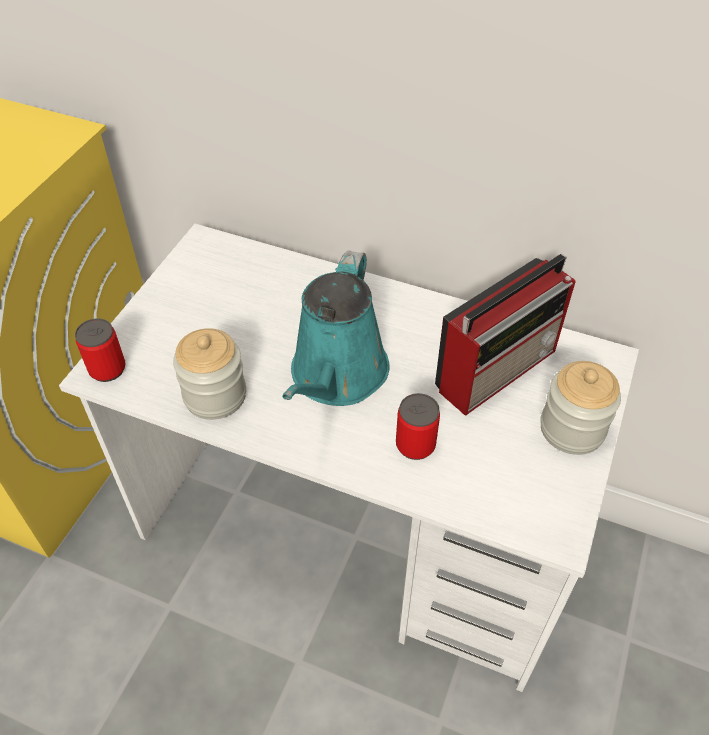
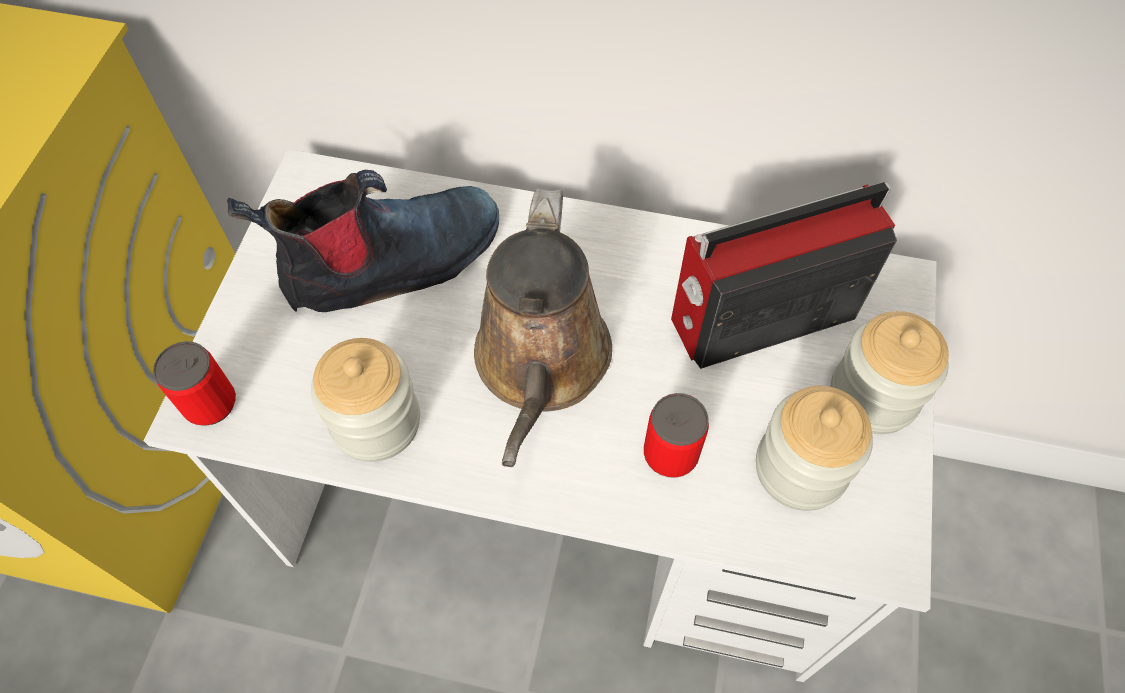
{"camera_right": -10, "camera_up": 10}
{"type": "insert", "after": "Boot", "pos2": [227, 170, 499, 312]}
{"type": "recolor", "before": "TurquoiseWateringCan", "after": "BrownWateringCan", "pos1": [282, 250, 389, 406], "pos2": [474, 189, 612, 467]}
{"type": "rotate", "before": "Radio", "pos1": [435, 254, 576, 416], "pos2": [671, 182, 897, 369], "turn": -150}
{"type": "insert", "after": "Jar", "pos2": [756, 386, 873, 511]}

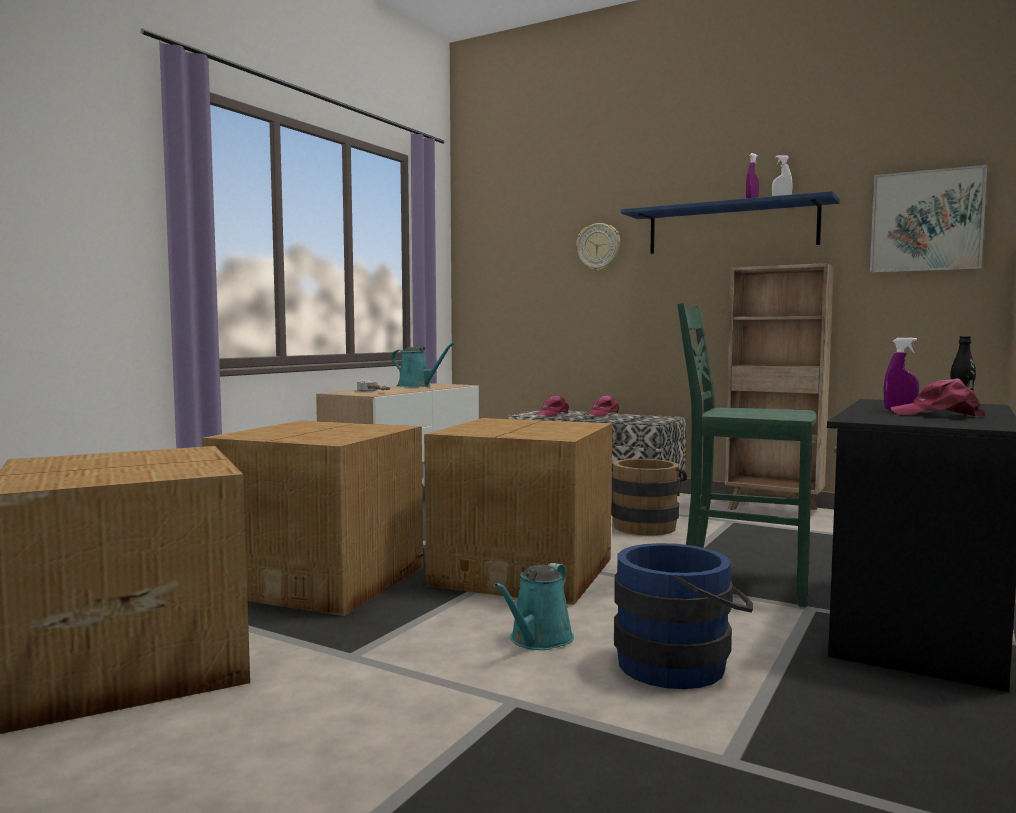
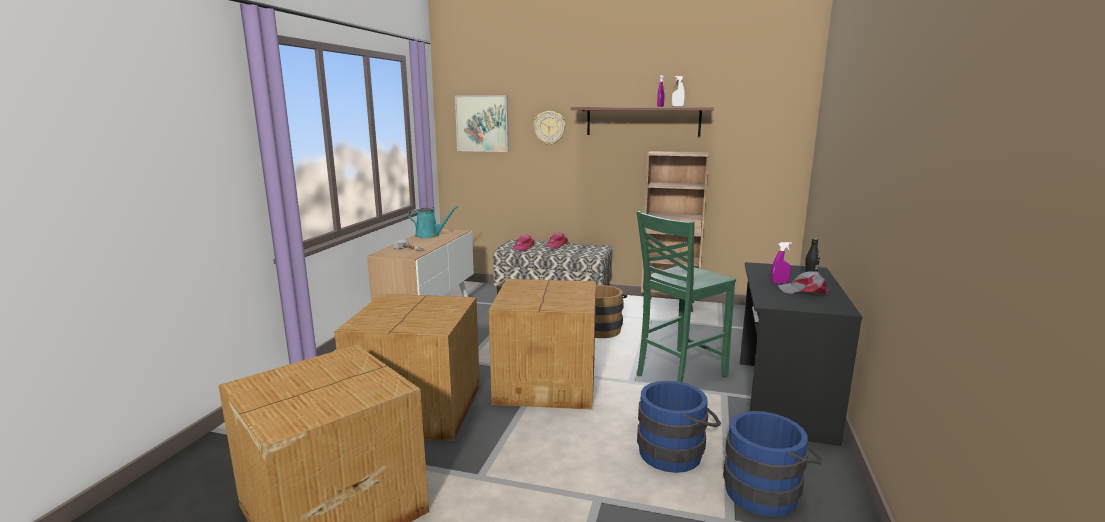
{"camera_right": -15, "camera_up": 10}
{"type": "move", "before": "Picture", "pos1": [870, 165, 987, 273], "pos2": [455, 95, 509, 152]}
{"type": "recolor", "before": "BlueShelf", "after": "BrownShelf", "pos1": [621, 191, 840, 254], "pos2": [571, 107, 714, 137]}
{"type": "rotate", "before": "GreenChair", "pos1": [677, 303, 816, 607], "pos2": [637, 211, 736, 382], "turn": -45}
{"type": "insert", "after": "BlueBucket", "pos2": [723, 411, 822, 517]}
{"type": "recolor", "before": "PinkCap", "after": "GreyCap", "pos1": [891, 378, 985, 417], "pos2": [778, 271, 830, 294]}
{"type": "delete", "before": "TurquoiseWateringCan", "pos1": [494, 563, 574, 650]}

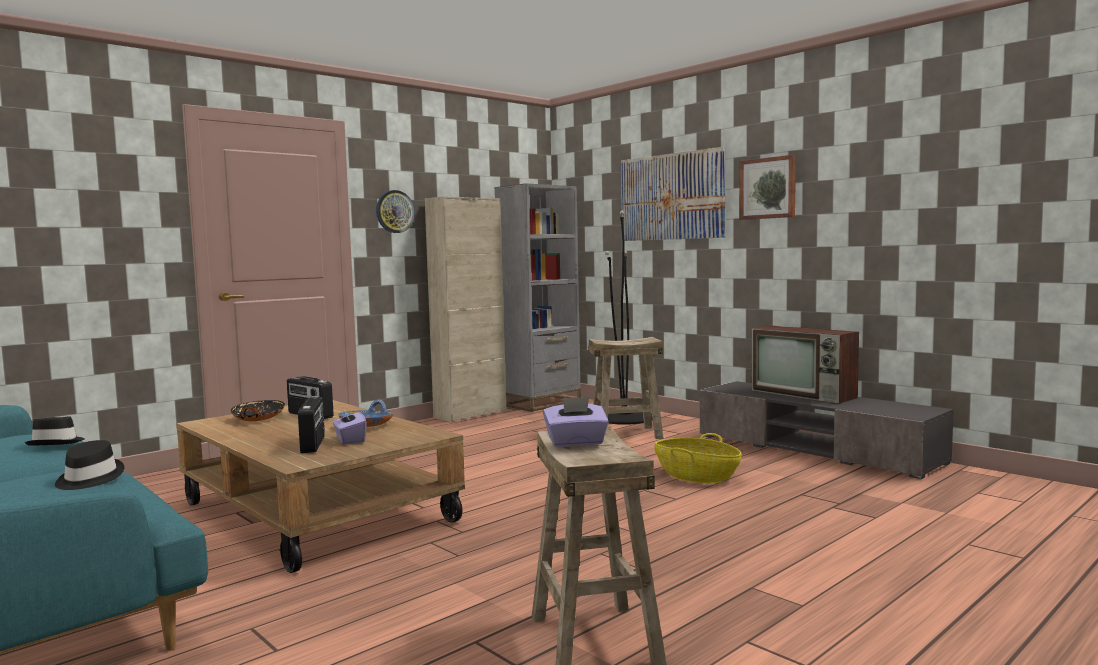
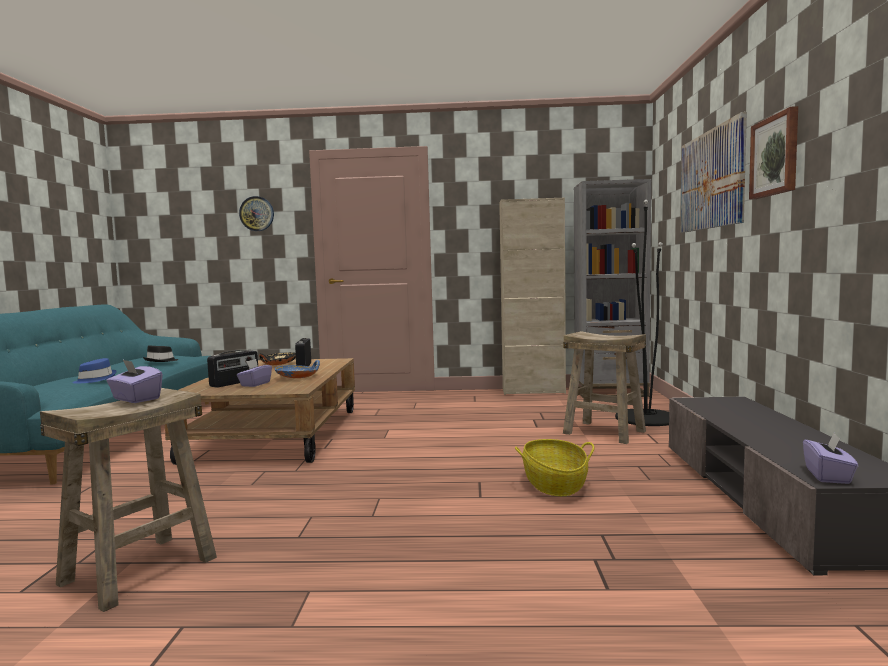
{"camera_right": 45, "camera_up": 0}
{"type": "recolor", "before": "BlackHat", "after": "BlueHat", "pos1": [55, 440, 124, 490], "pos2": [72, 358, 116, 383]}
{"type": "move", "before": "WallClock", "pos1": [376, 190, 415, 233], "pos2": [239, 196, 274, 231]}
{"type": "insert", "after": "PurpleTissueBox", "pos2": [803, 433, 858, 484]}
{"type": "delete", "before": "Television", "pos1": [752, 326, 859, 404]}

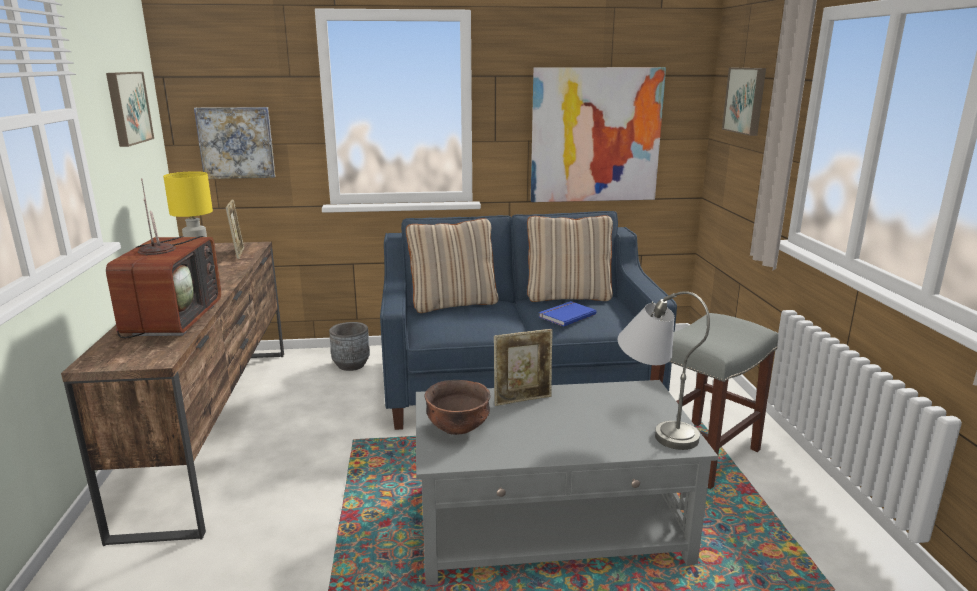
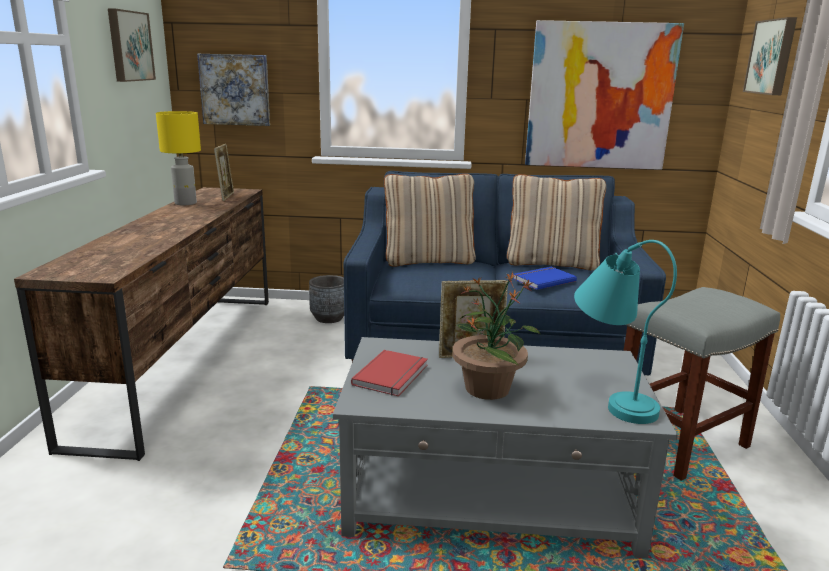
{"camera_right": 10, "camera_up": 0}
{"type": "replace", "before": "BrownBowl", "after": "RedBook", "pos1": [425, 380, 491, 435], "pos2": [351, 350, 428, 396]}
{"type": "insert", "after": "PottedPlant", "pos2": [452, 272, 541, 400]}
{"type": "recolor", "before": "GreyTableLamp", "after": "TurquoiseTableLamp", "pos1": [618, 291, 710, 450], "pos2": [574, 240, 677, 424]}
{"type": "delete", "before": "Television", "pos1": [106, 178, 221, 338]}

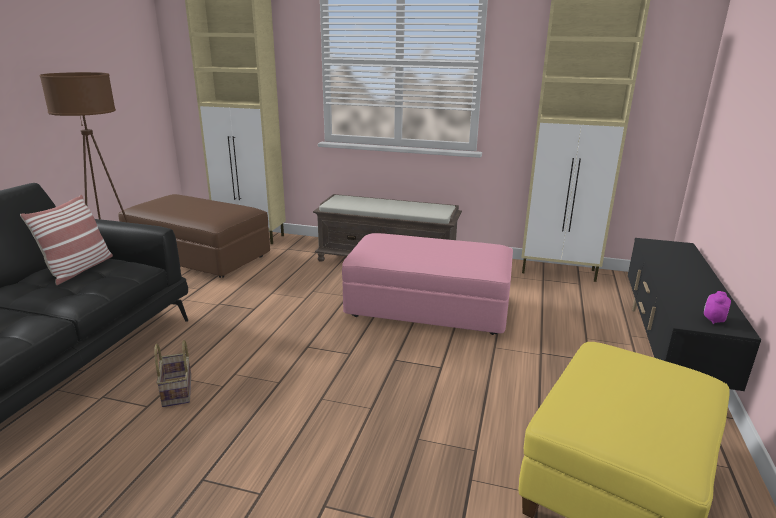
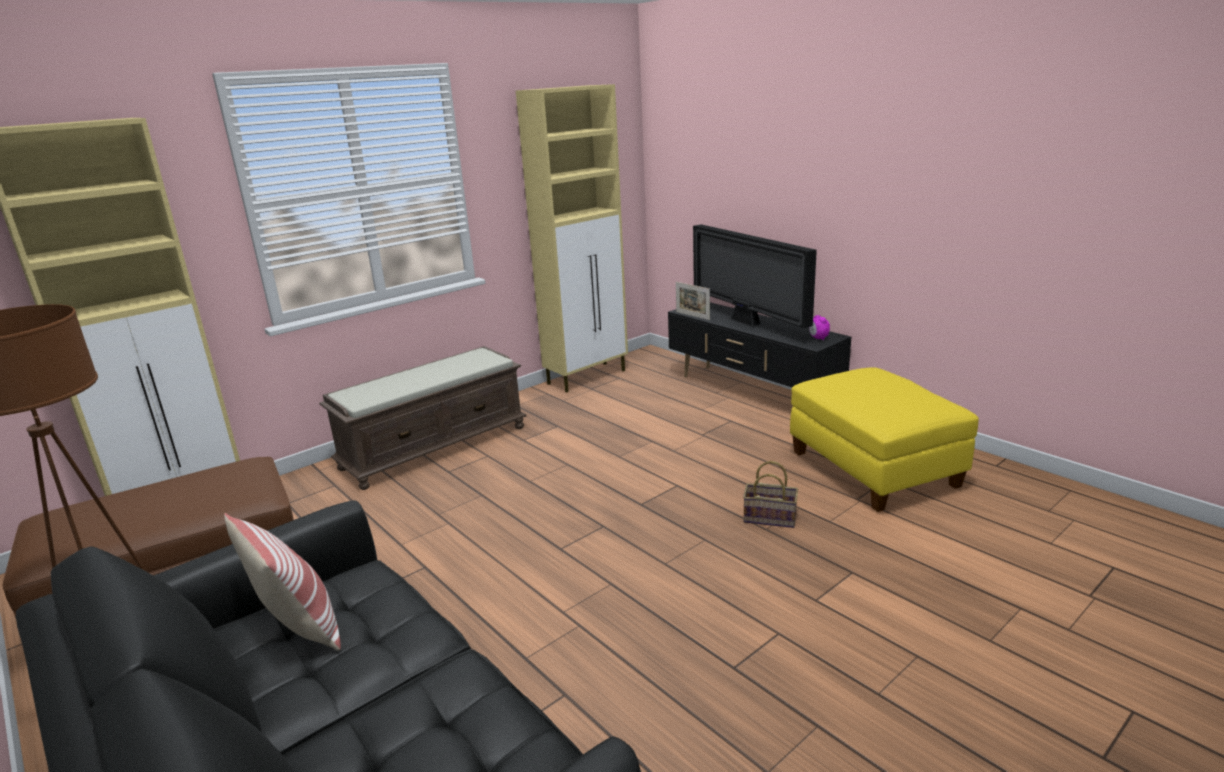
{"camera_right": -55, "camera_up": 0}
{"type": "insert", "after": "PictureFrame", "pos2": [676, 282, 710, 320]}
{"type": "insert", "after": "Television", "pos2": [693, 224, 817, 328]}
{"type": "move", "before": "Basket", "pos1": [154, 340, 191, 407], "pos2": [743, 461, 798, 528]}
{"type": "delete", "before": "PinkOttoman", "pos1": [342, 233, 513, 335]}

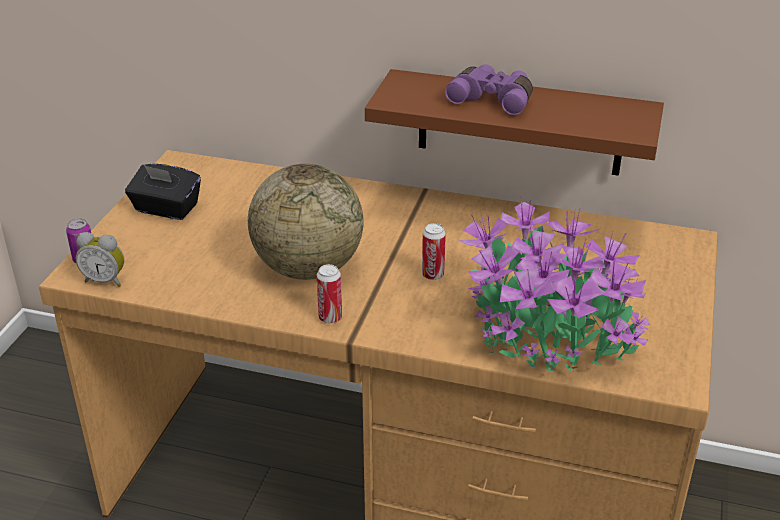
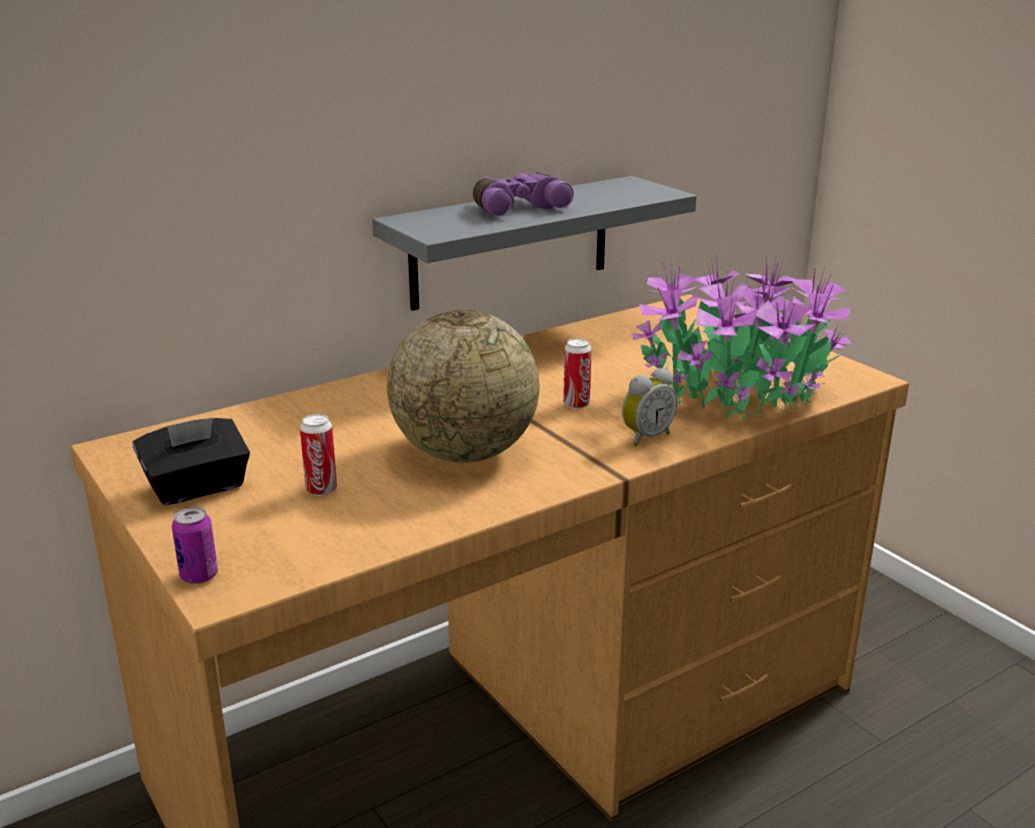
{"camera_right": -50, "camera_up": -10}
{"type": "move", "before": "Can", "pos1": [317, 264, 342, 324], "pos2": [300, 414, 337, 496]}
{"type": "recolor", "before": "BrownShelf", "after": "GreyShelf", "pos1": [365, 69, 664, 176], "pos2": [372, 176, 697, 311]}
{"type": "move", "before": "AlarmClock", "pos1": [76, 232, 124, 287], "pos2": [622, 368, 678, 446]}

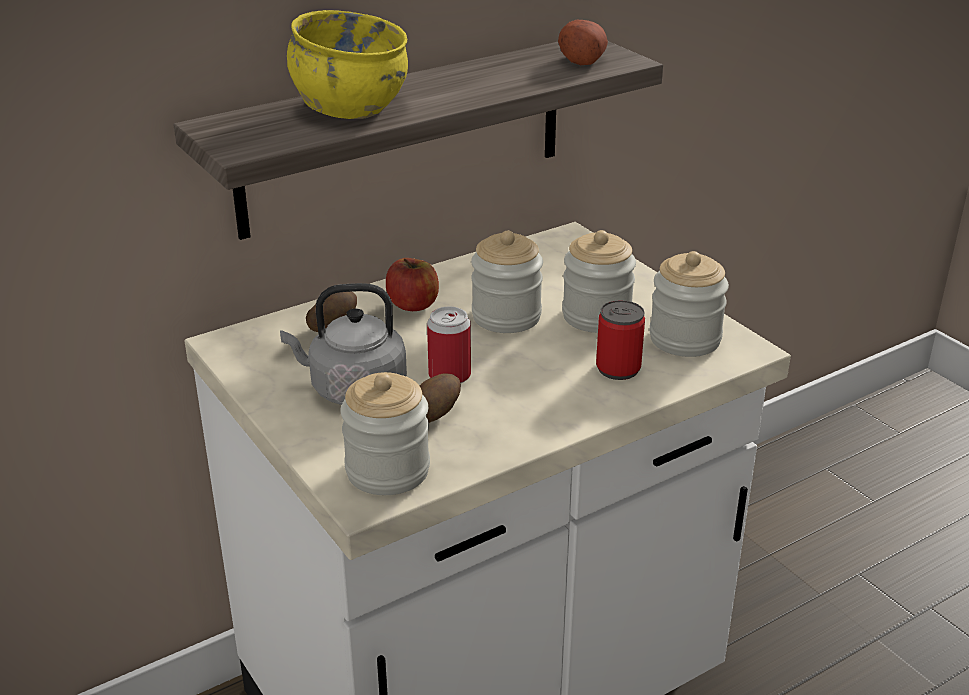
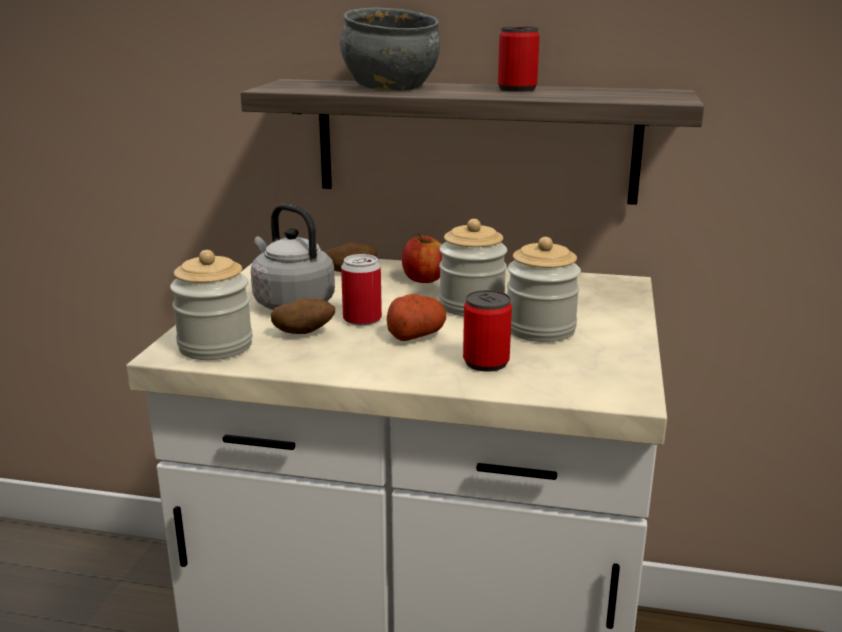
{"camera_right": 45, "camera_up": -10}
{"type": "recolor", "before": "YellowBowl", "after": "GreyBowl", "pos1": [287, 10, 408, 119], "pos2": [340, 7, 440, 91]}
{"type": "move", "before": "Potato", "pos1": [558, 20, 608, 65], "pos2": [387, 294, 446, 341]}
{"type": "insert", "after": "Can", "pos2": [498, 26, 540, 92]}
{"type": "delete", "before": "Jar", "pos1": [650, 251, 729, 357]}

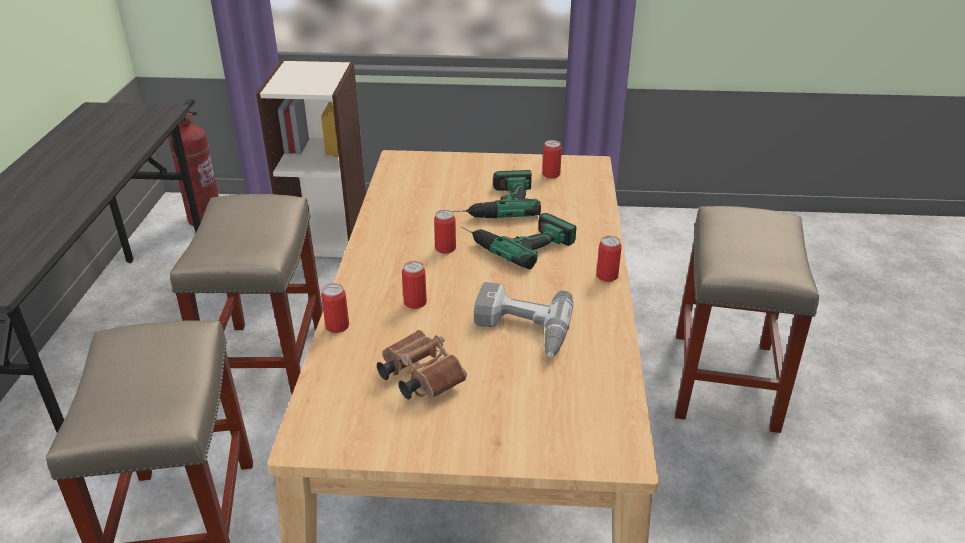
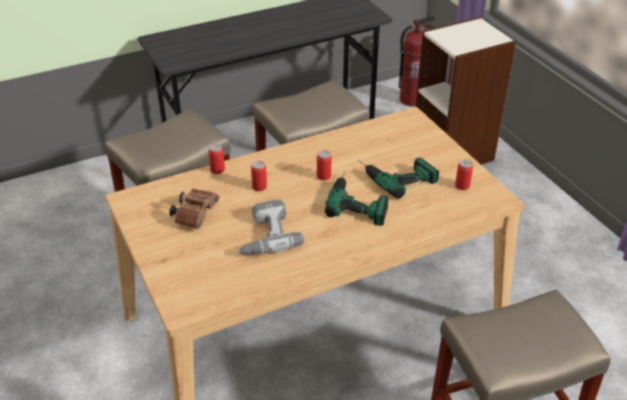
{"camera_right": 60, "camera_up": 5}
{"type": "delete", "before": "Can", "pos1": [596, 236, 621, 282]}

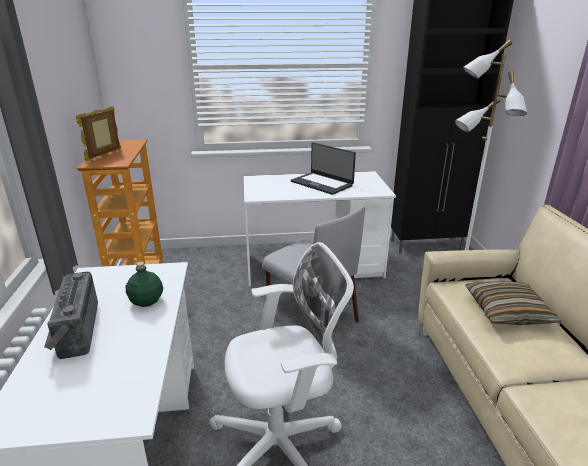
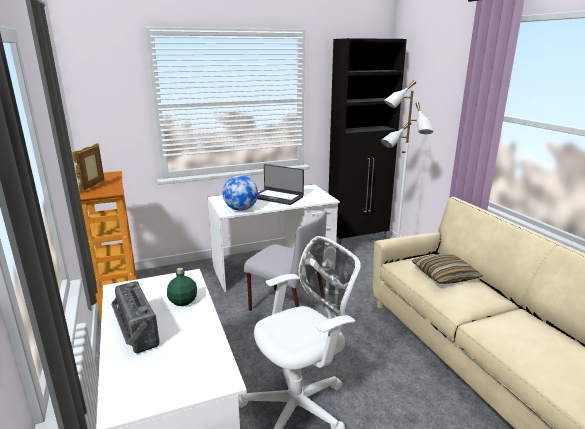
{"camera_right": -15, "camera_up": -5}
{"type": "insert", "after": "Globe", "pos2": [222, 175, 258, 211]}

